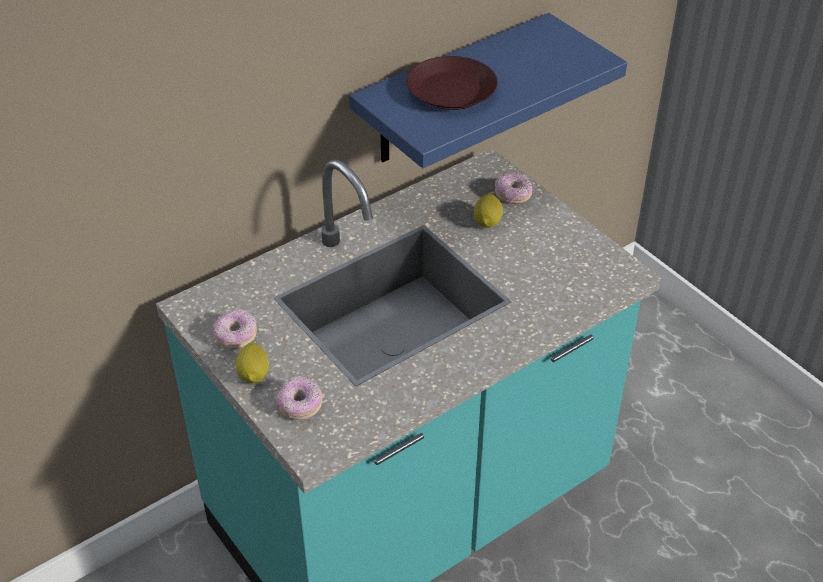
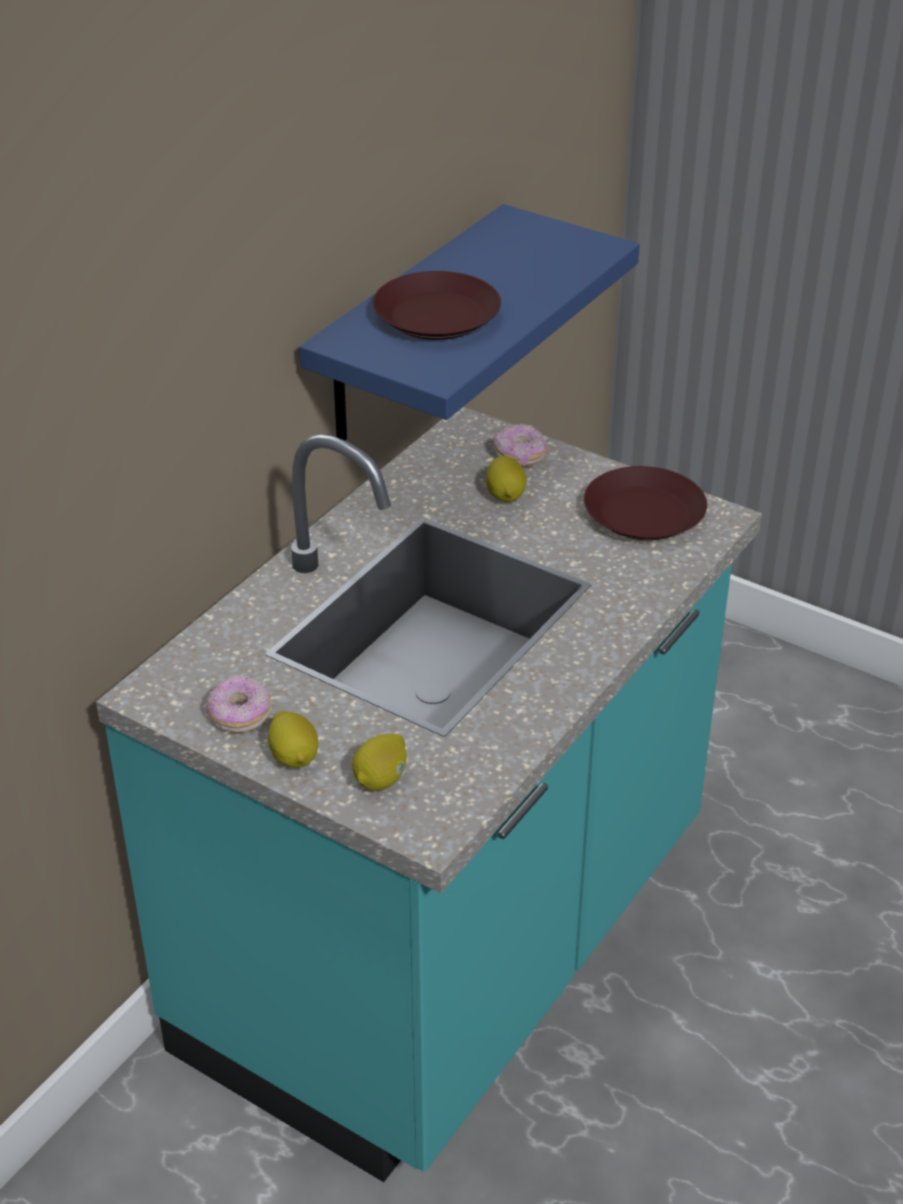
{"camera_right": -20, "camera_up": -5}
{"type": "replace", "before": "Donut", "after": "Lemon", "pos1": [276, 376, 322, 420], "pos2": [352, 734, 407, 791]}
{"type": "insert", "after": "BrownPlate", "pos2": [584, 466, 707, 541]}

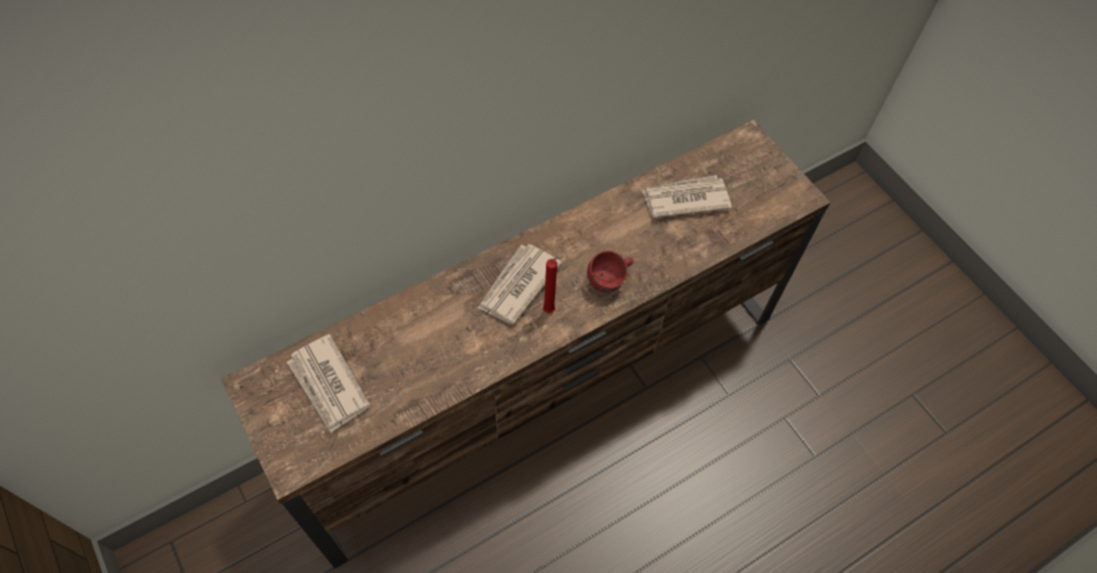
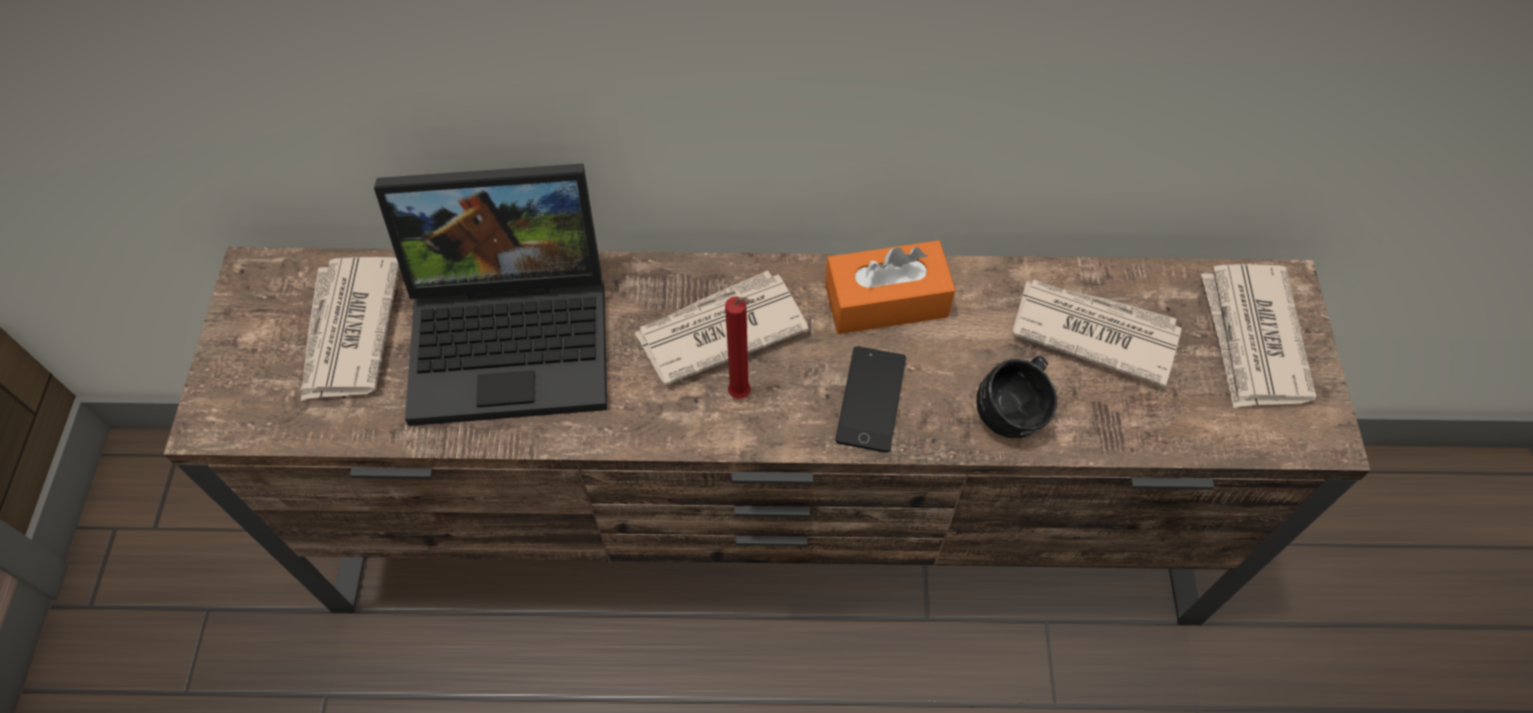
{"camera_right": 35, "camera_up": 0}
{"type": "insert", "after": "Laptop", "pos2": [374, 164, 607, 426]}
{"type": "insert", "after": "OrangeTissueBox", "pos2": [825, 240, 956, 334]}
{"type": "replace", "before": "RedMug", "after": "Phone", "pos1": [587, 251, 633, 292], "pos2": [835, 346, 906, 453]}
{"type": "insert", "after": "BlackMug", "pos2": [977, 356, 1057, 438]}
{"type": "insert", "after": "Newspaper", "pos2": [1201, 264, 1317, 408]}

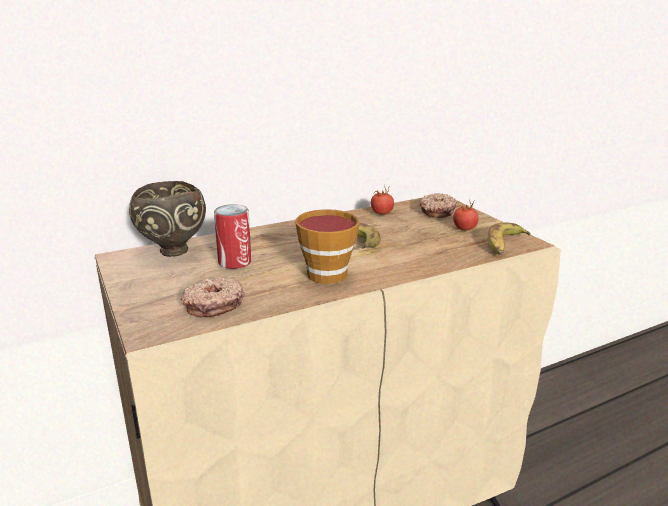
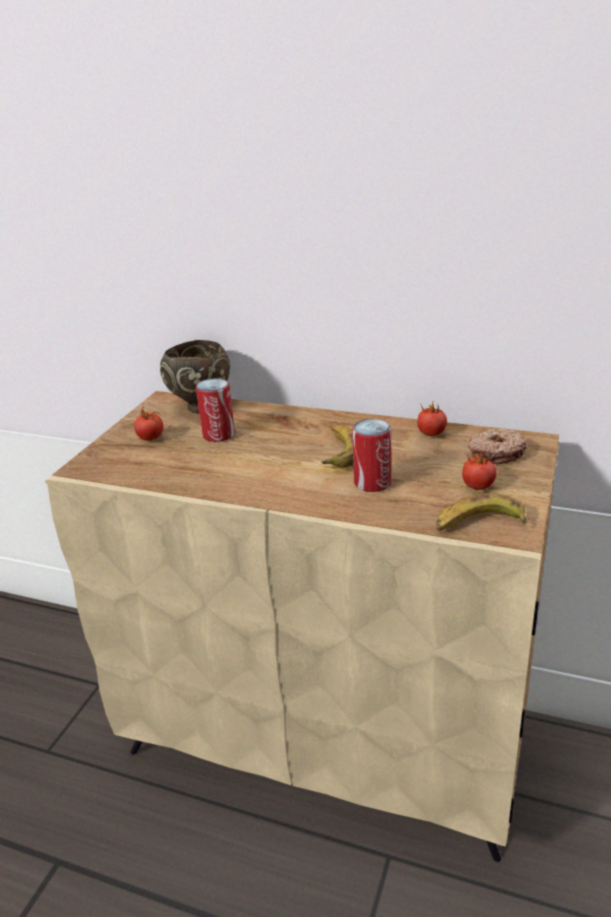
{"camera_right": 50, "camera_up": 5}
{"type": "insert", "after": "Tomato", "pos2": [134, 407, 163, 441]}
{"type": "insert", "after": "Can", "pos2": [352, 419, 391, 492]}
{"type": "delete", "before": "Donut", "pos1": [180, 277, 245, 318]}
{"type": "delete", "before": "Cup", "pos1": [295, 209, 360, 284]}

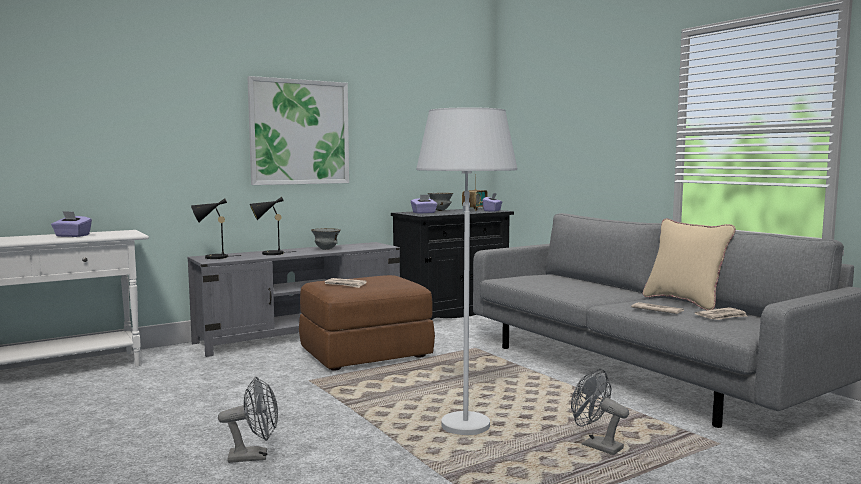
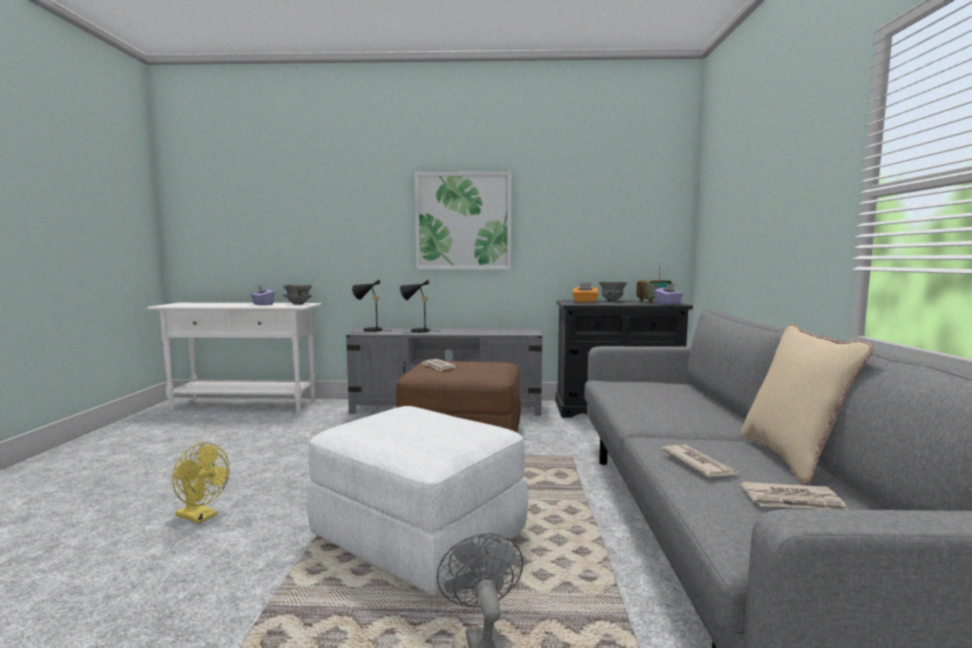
{"camera_right": 35, "camera_up": 0}
{"type": "recolor", "before": "GreyFan", "after": "YellowFan", "pos1": [218, 377, 278, 463], "pos2": [172, 442, 229, 524]}
{"type": "move", "before": "GreyBowl", "pos1": [311, 228, 340, 250], "pos2": [283, 285, 312, 305]}
{"type": "replace", "before": "WhiteFloorLamp", "after": "WhiteOttoman", "pos1": [417, 107, 517, 435], "pos2": [307, 406, 528, 596]}
{"type": "recolor", "before": "PurpleTissueBox", "after": "OrangeTissueBox", "pos1": [411, 195, 437, 214], "pos2": [573, 283, 598, 303]}

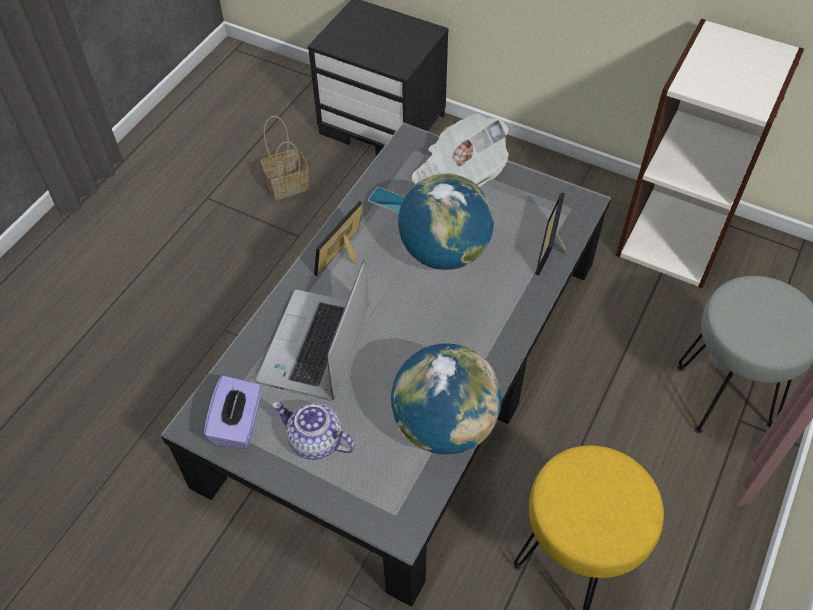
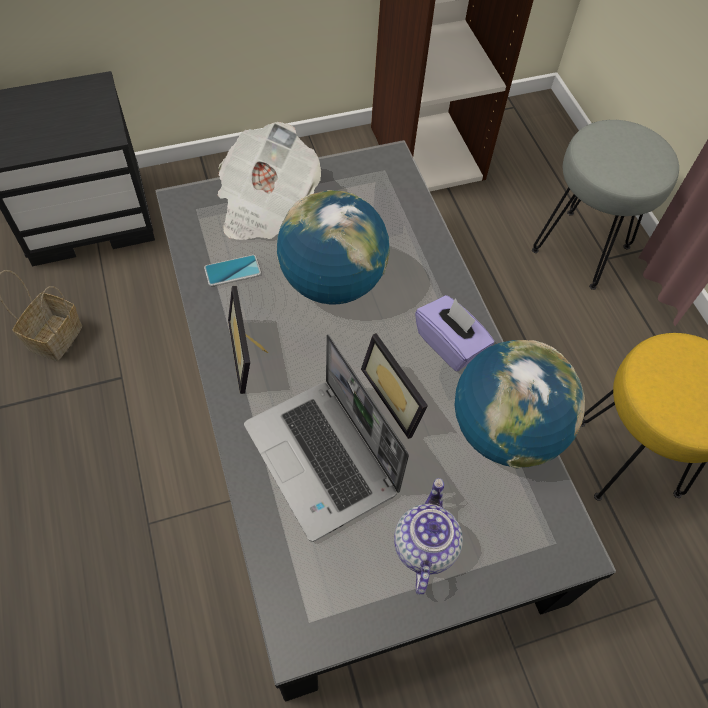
{"camera_right": -50, "camera_up": 5}
{"type": "move", "before": "PictureFrame", "pos1": [535, 192, 568, 275], "pos2": [361, 333, 428, 439]}
{"type": "rotate", "before": "Teapot", "pos1": [272, 401, 355, 460], "pos2": [394, 478, 463, 595], "turn": 120}
{"type": "move", "before": "PurpleTissueBox", "pos1": [204, 376, 262, 449], "pos2": [415, 295, 494, 371]}

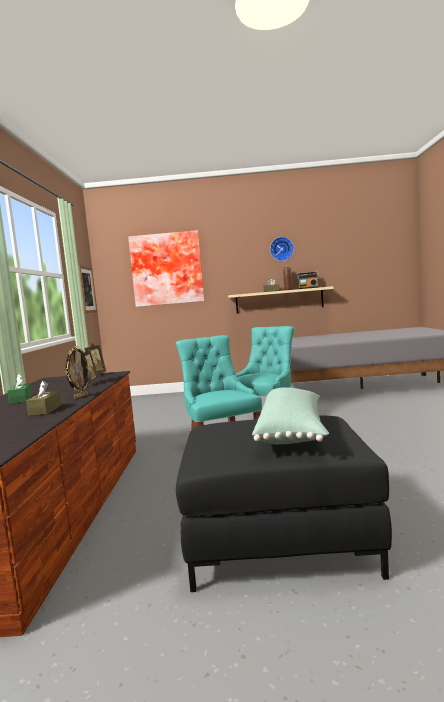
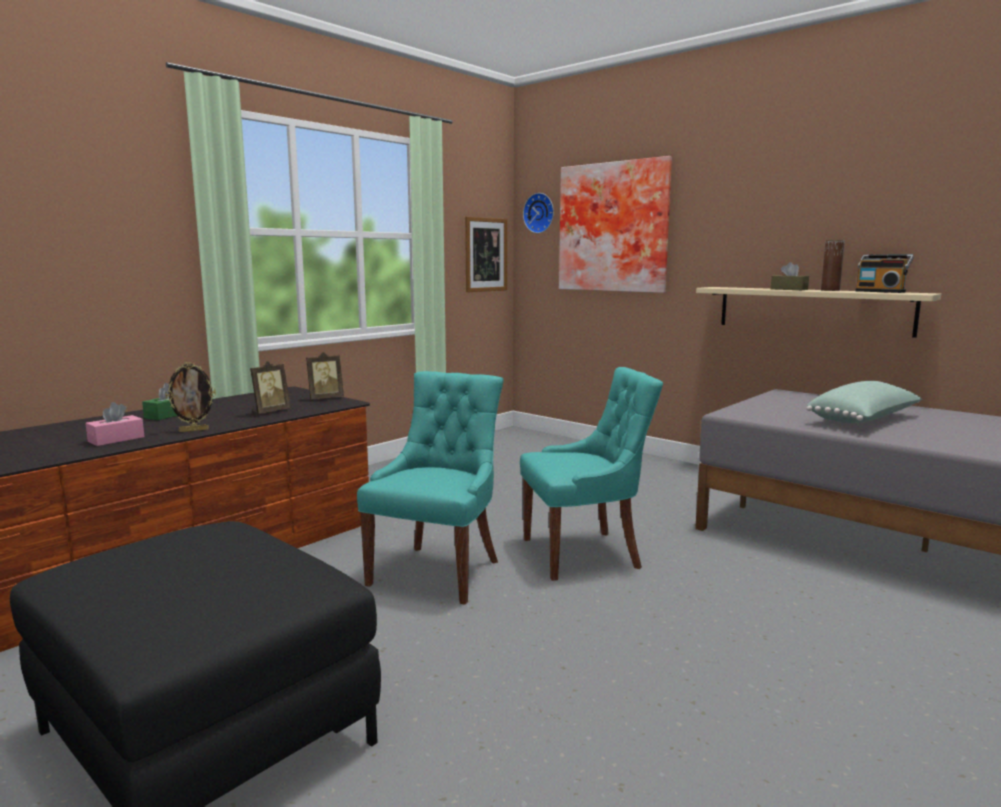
{"camera_right": 40, "camera_up": 5}
{"type": "recolor", "before": "BrownTissueBox", "after": "PinkTissueBox", "pos1": [26, 381, 61, 416], "pos2": [85, 402, 144, 446]}
{"type": "move", "before": "WallClock", "pos1": [270, 237, 294, 261], "pos2": [523, 193, 554, 233]}
{"type": "move", "before": "GreenPillow", "pos1": [252, 387, 329, 444], "pos2": [806, 381, 922, 423]}

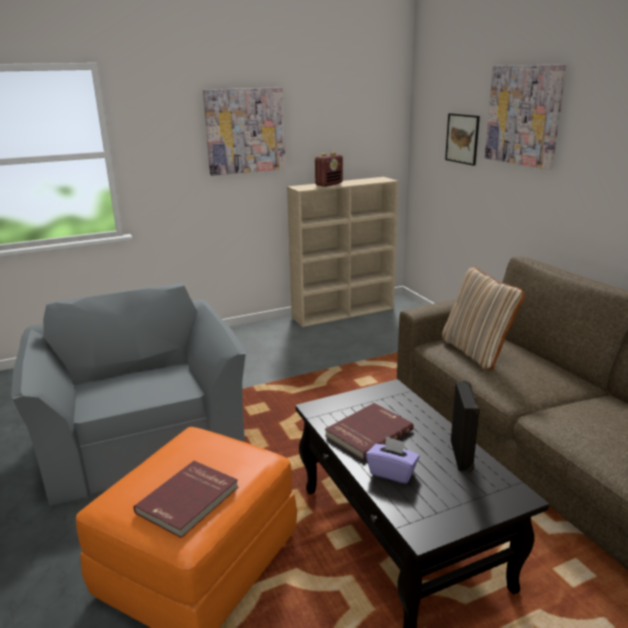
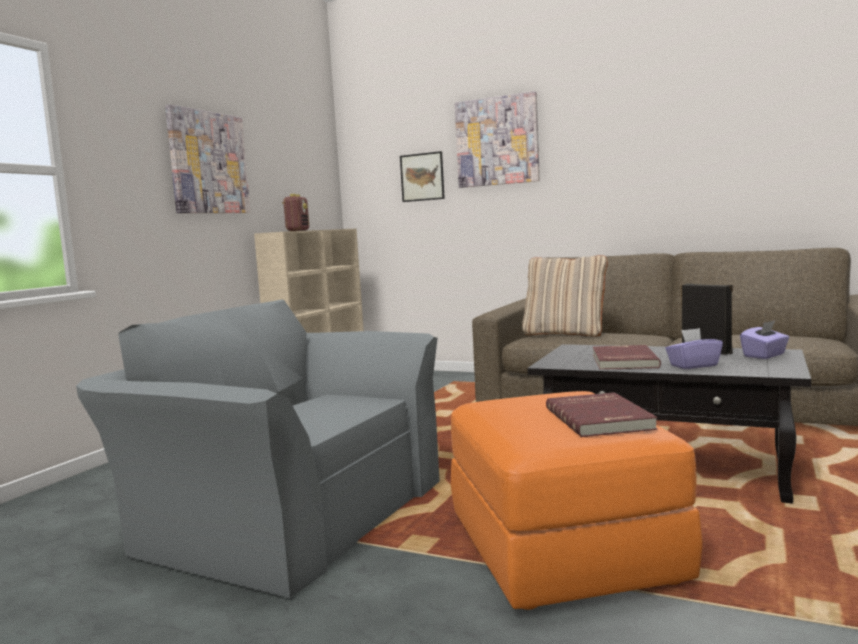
{"camera_right": -40, "camera_up": -15}
{"type": "insert", "after": "PurpleTissueBox", "pos2": [740, 320, 790, 359]}

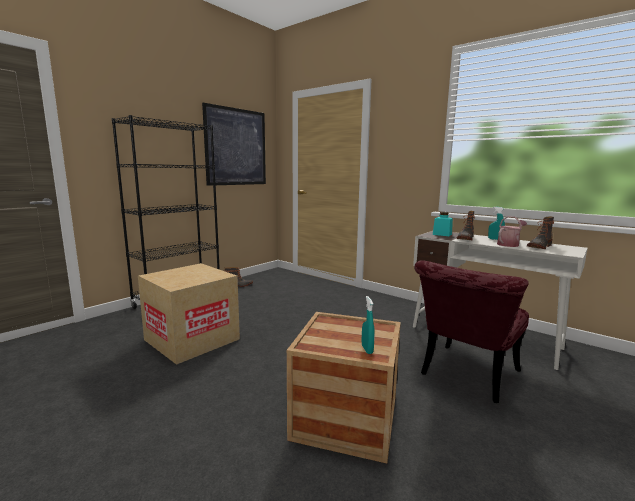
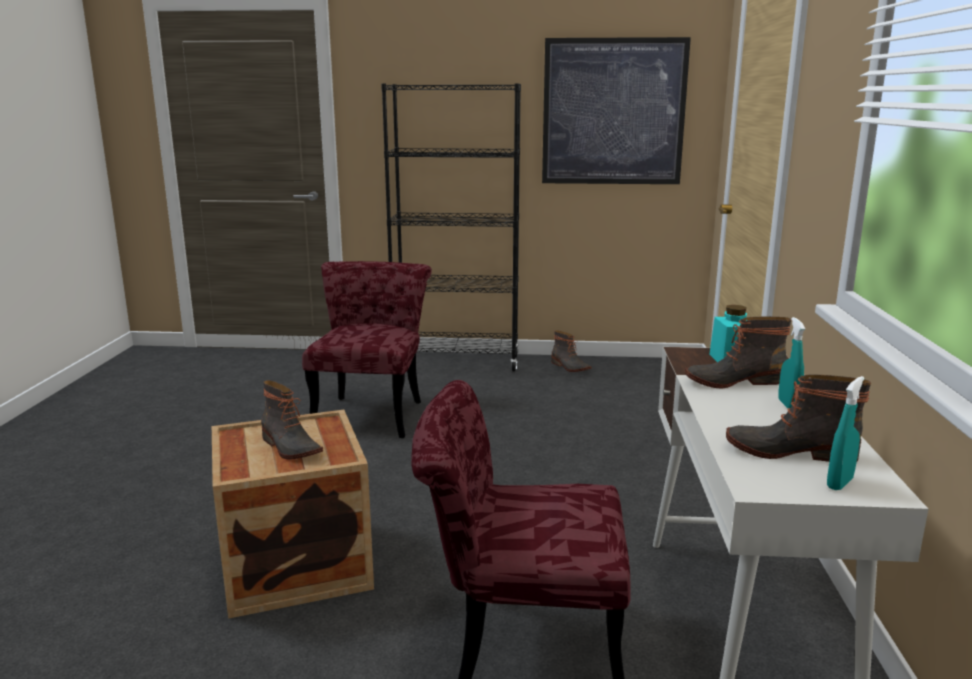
{"camera_right": 55, "camera_up": 5}
{"type": "insert", "after": "Boot", "pos2": [261, 380, 323, 459]}
{"type": "replace", "before": "CardboardBox", "after": "RedChair", "pos1": [138, 263, 240, 365], "pos2": [302, 261, 432, 438]}
{"type": "move", "before": "TurquoiseSprayBottle", "pos1": [362, 296, 375, 354], "pos2": [827, 376, 864, 490]}
{"type": "delete", "before": "WateringCan", "pos1": [497, 216, 527, 247]}

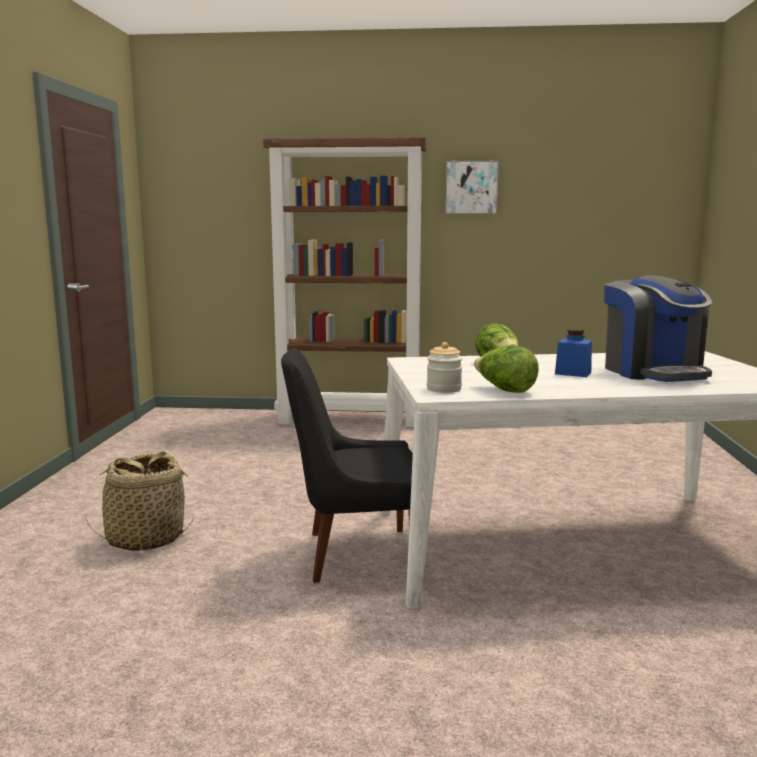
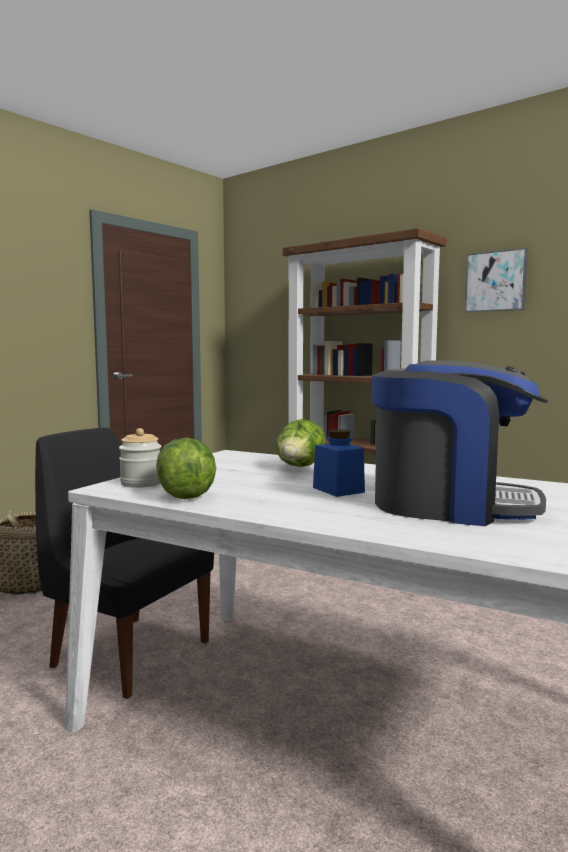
{"camera_right": 35, "camera_up": -5}
{"type": "rotate", "before": "CoffeeMachine", "pos1": [604, 275, 713, 382], "pos2": [372, 360, 548, 526], "turn": -90}

